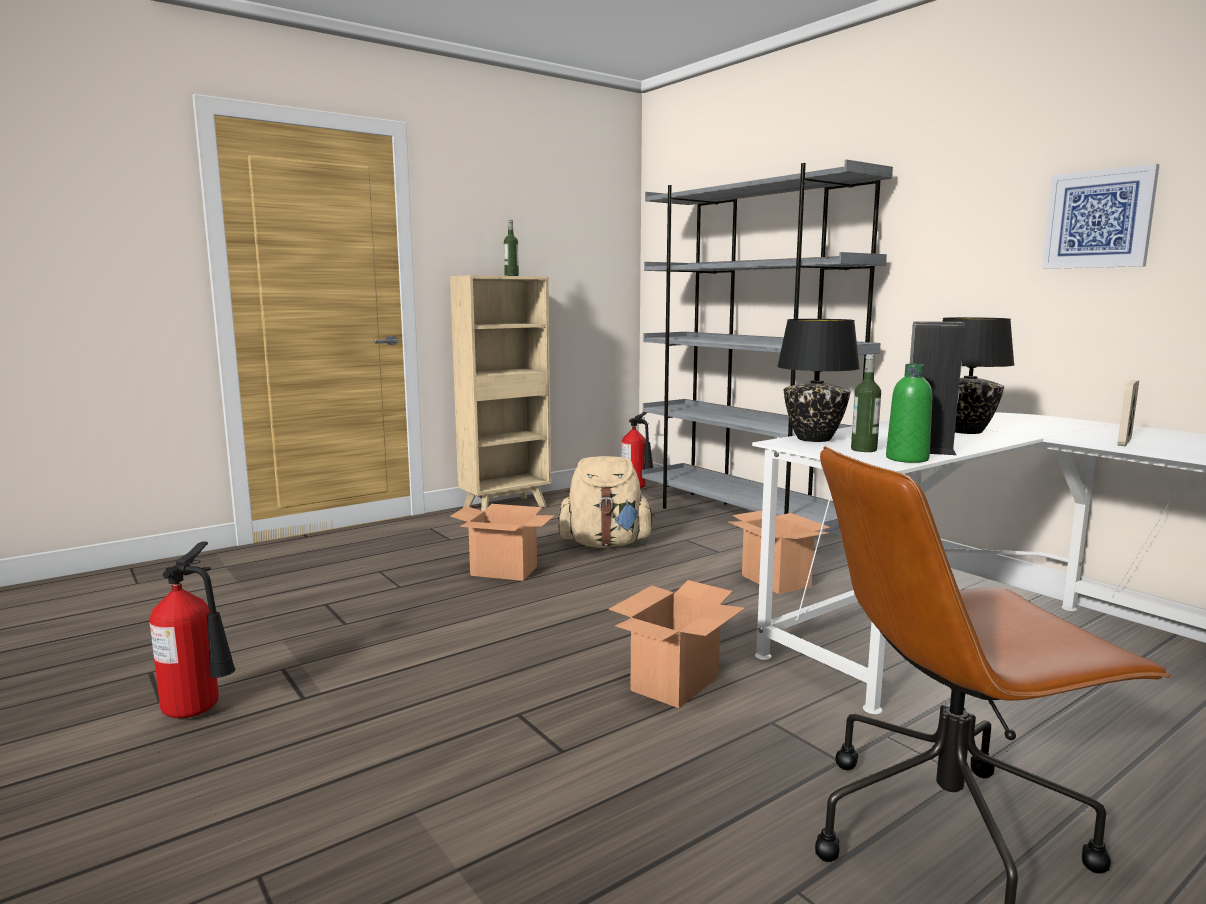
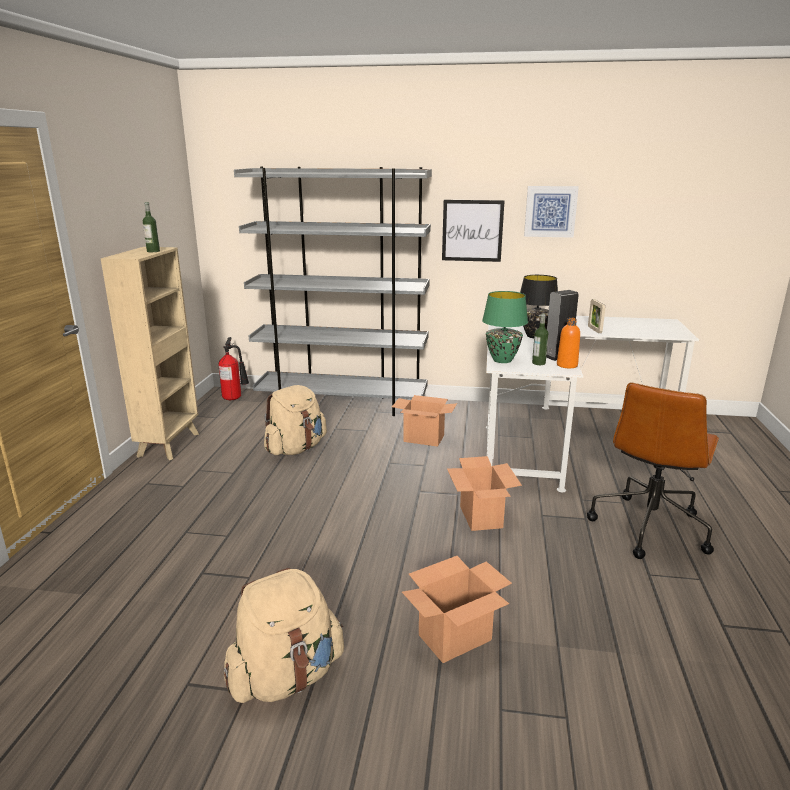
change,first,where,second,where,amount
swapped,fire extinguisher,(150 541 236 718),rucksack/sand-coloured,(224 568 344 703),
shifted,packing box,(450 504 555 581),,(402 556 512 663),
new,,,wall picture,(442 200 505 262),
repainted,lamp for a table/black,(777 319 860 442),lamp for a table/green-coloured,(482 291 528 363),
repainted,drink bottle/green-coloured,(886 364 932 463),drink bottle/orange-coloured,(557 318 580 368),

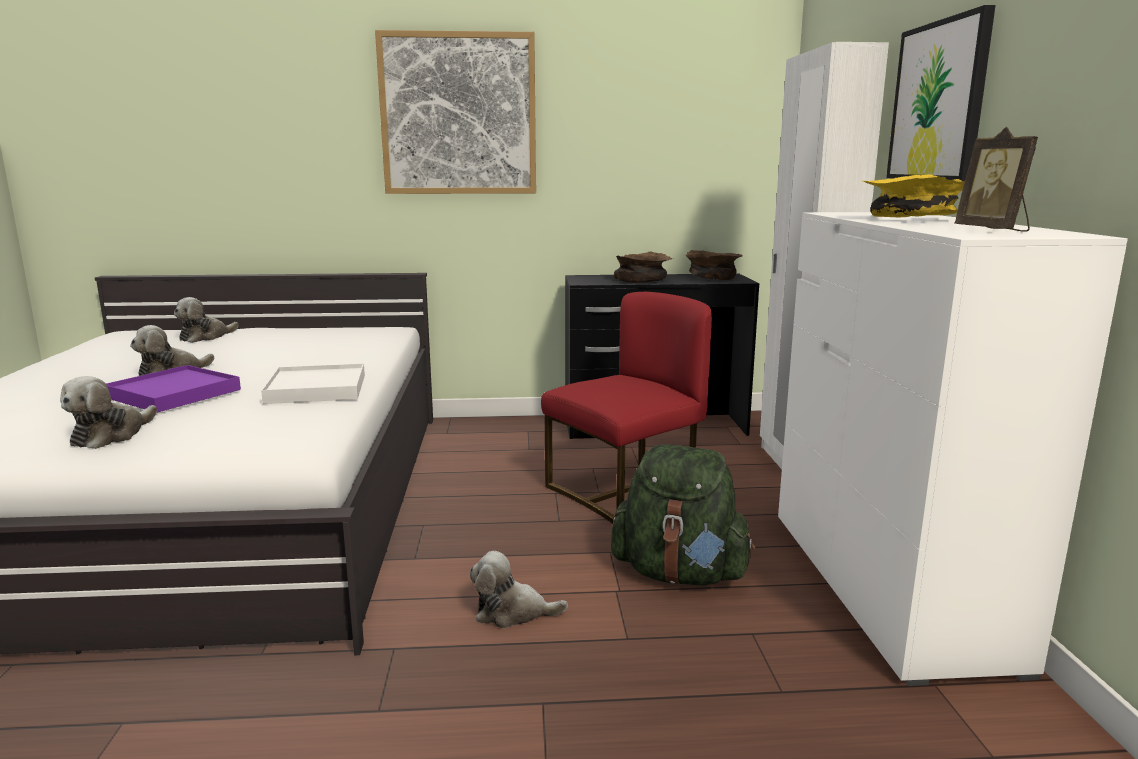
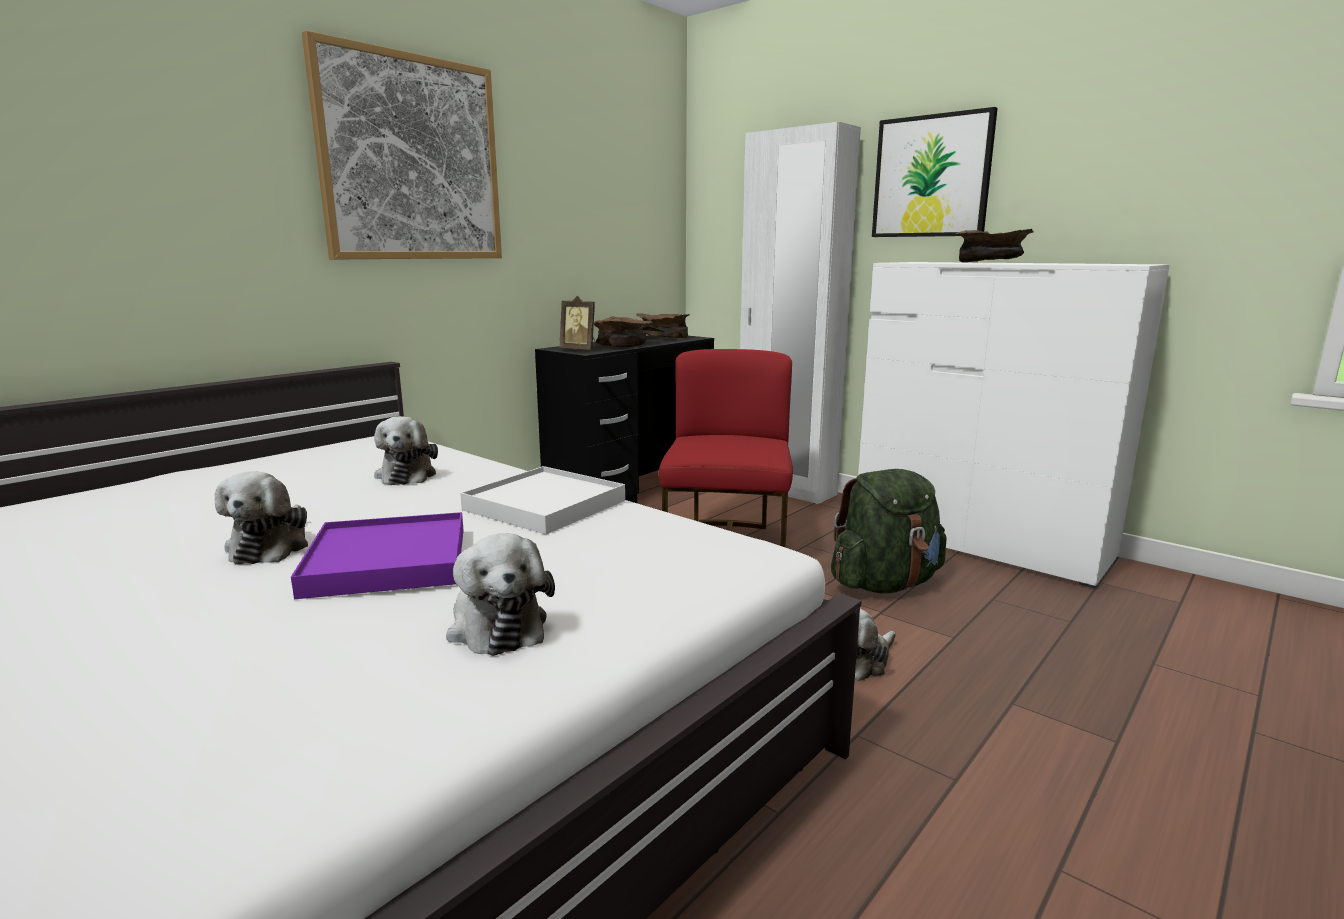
change,first,where,second,where,amount
shifted,soft toy,(174 297 239 343),,(374 416 438 485),
shifted,picture frame,(955 127 1038 232),,(559 296 597 350),
repainted,serving bowl/yellowish,(863 174 965 217),serving bowl/brown-coloured,(955 229 1034 263),

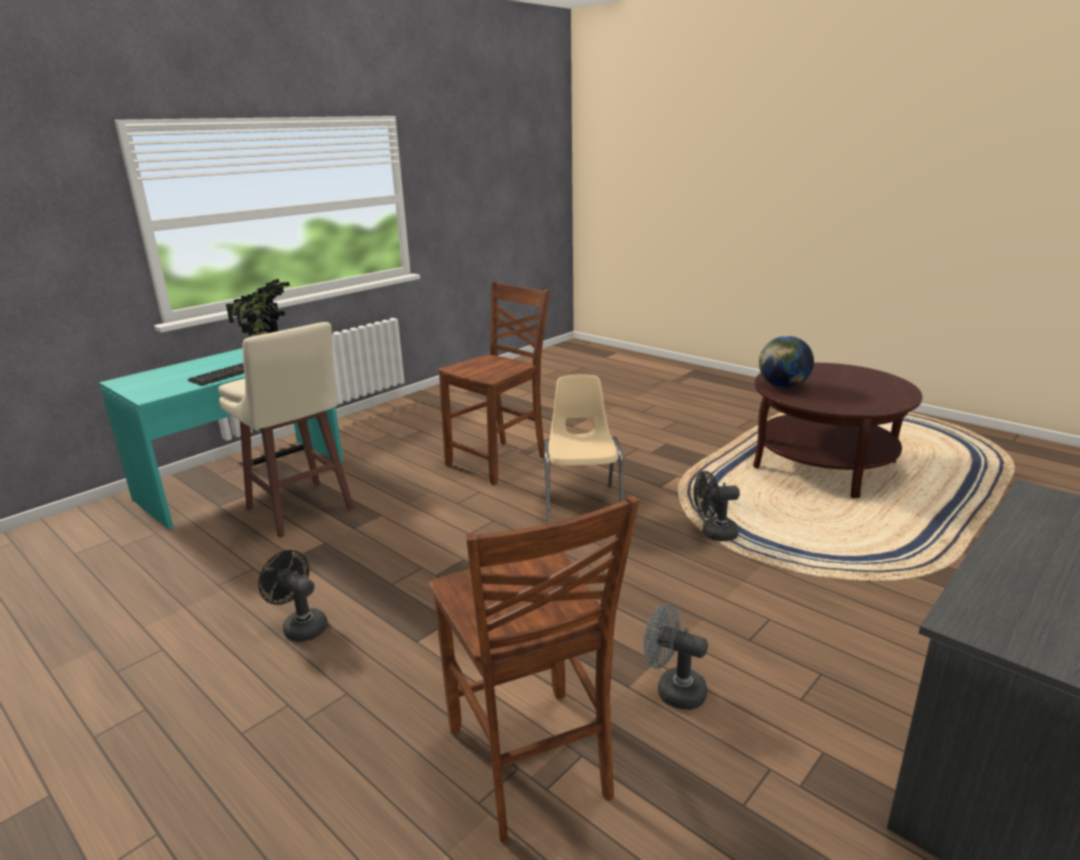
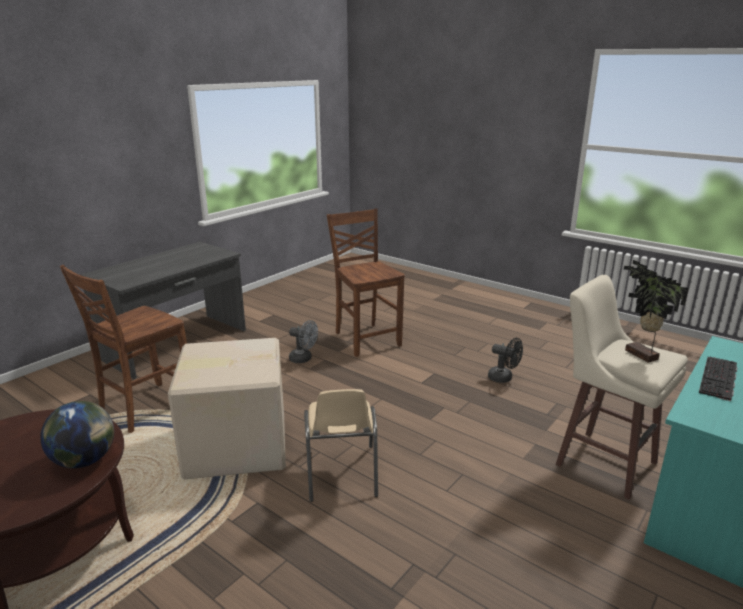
change,first,where,second,where,amount
shifted,chair/brown-coloured,(438 282 550 485),,(60 265 187 433),
swapped,electric fan/black,(693 471 740 541),packing box,(168 338 286 479),

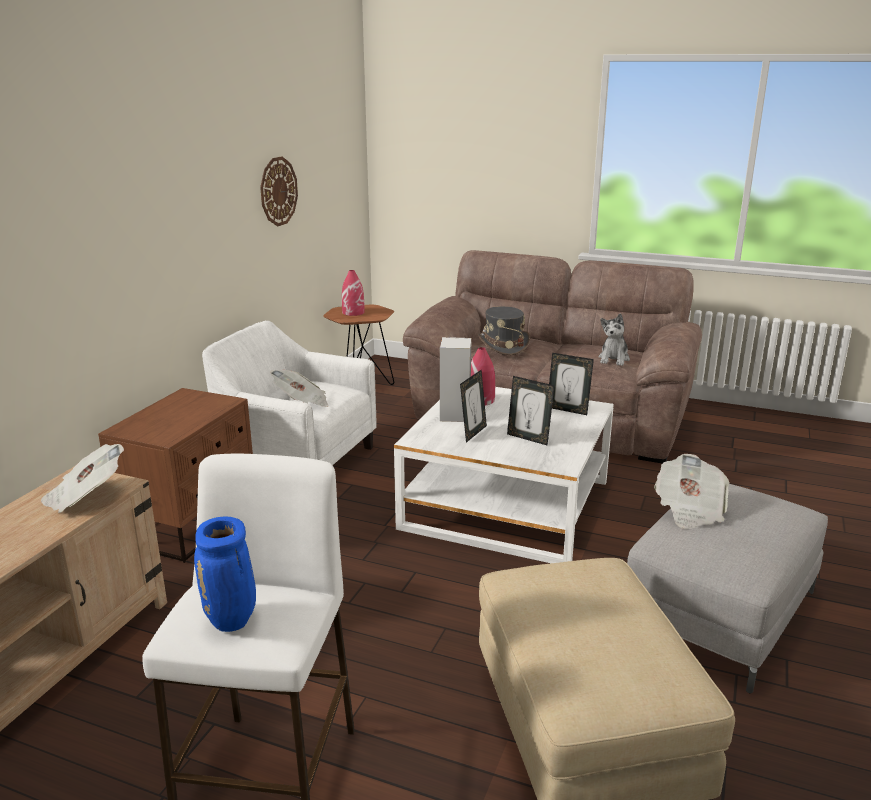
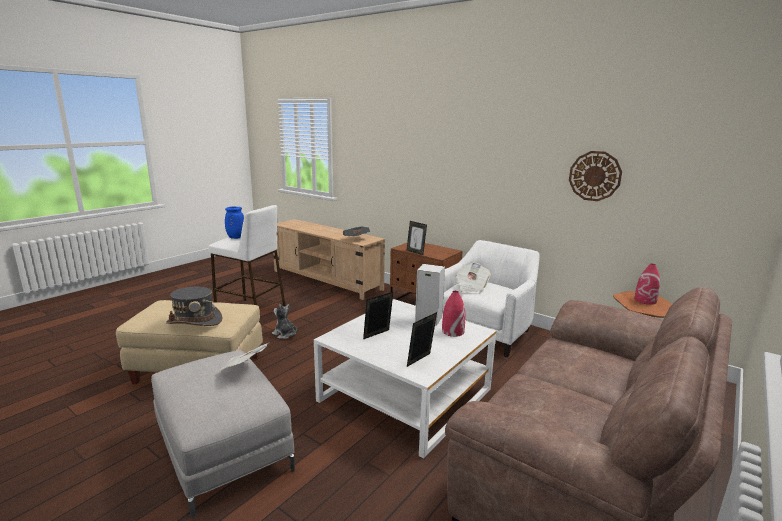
change,first,where,second,where,amount
shifted,clothing hat/grey,(478 306 530 355),,(166 287 222 326),
shifted,soft toy,(598 314 630 366),,(272 304 297 339),
shifted,picture frame,(460 370 487 443),,(407 221 427 255),

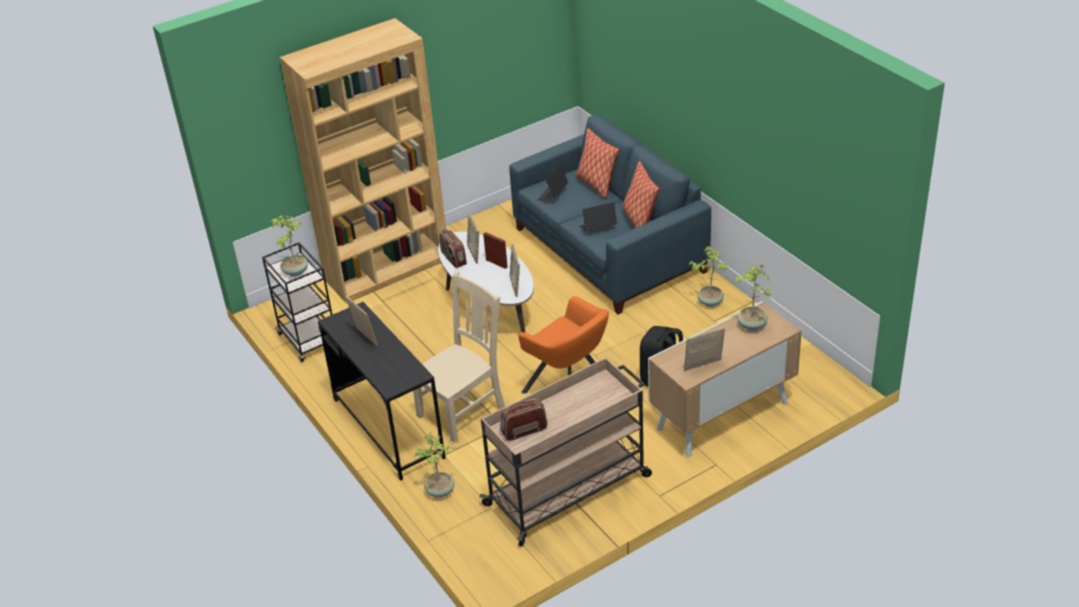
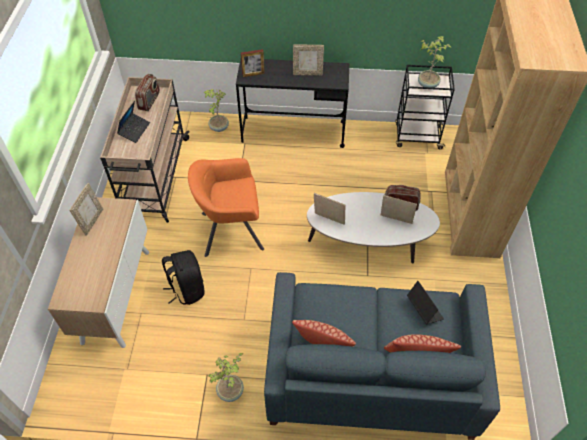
change,first,where,second,where,amount
shifted,laptop,(579 202 617 231),,(117 101 150 143),
shifted,picture frame,(483 232 508 269),,(241 49 265 77),
gone,chair/sand-coloured,(413 271 505 442),,,
gone,plant in a pot,(734 263 771 331),,,

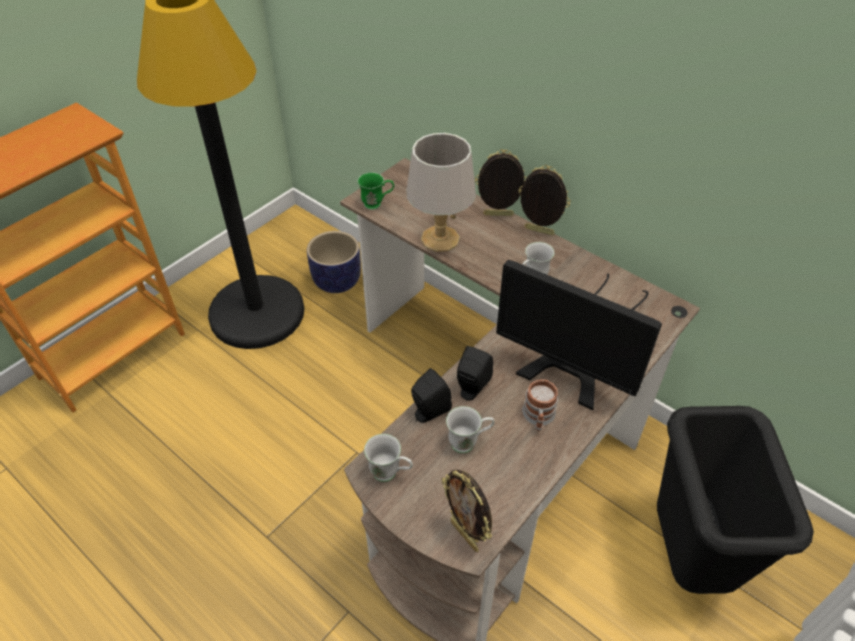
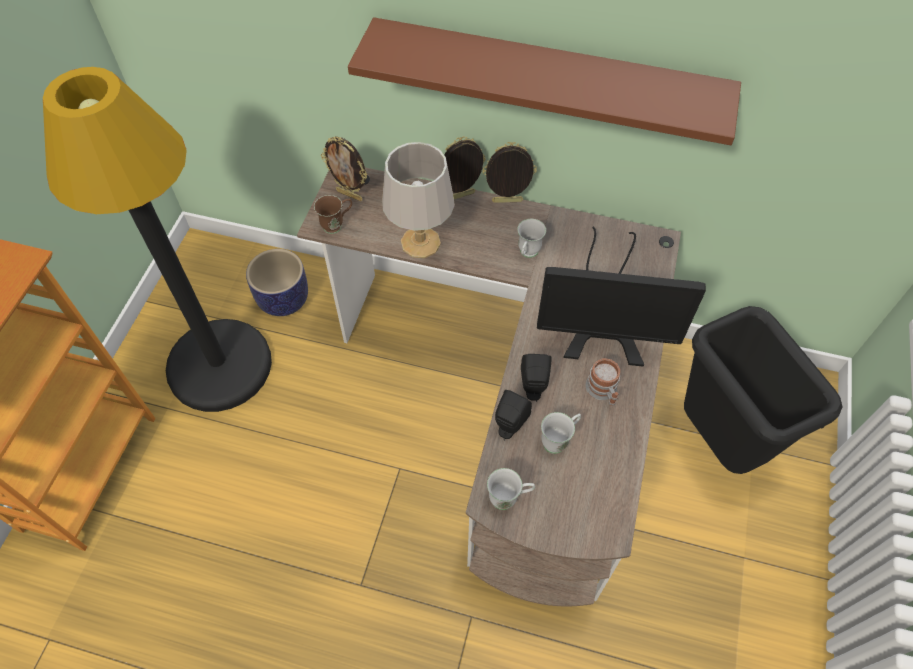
change,first,where,second,where,amount
repainted,coffee mug/green-coloured,(358 172 394 210),coffee mug/brown-coloured,(314 195 352 234),
shifted,picture frame,(442 469 492 552),,(321 136 367 201),
new,,,shelf/brown-coloured,(348 17 741 145),

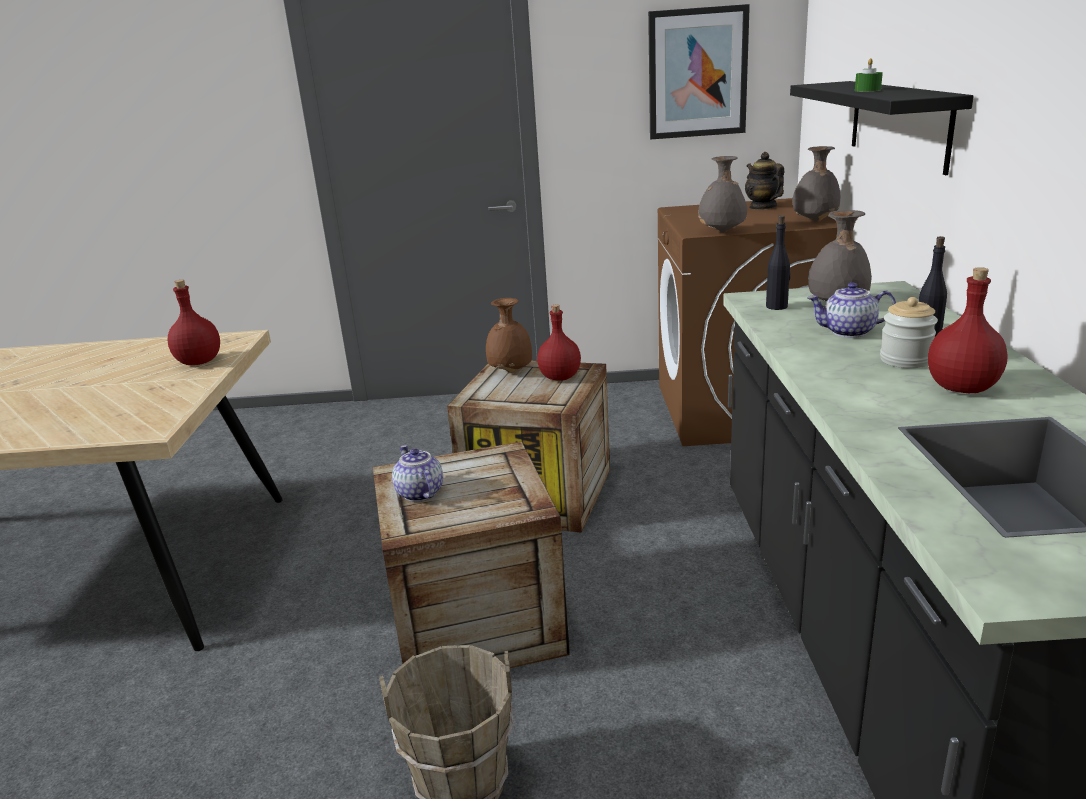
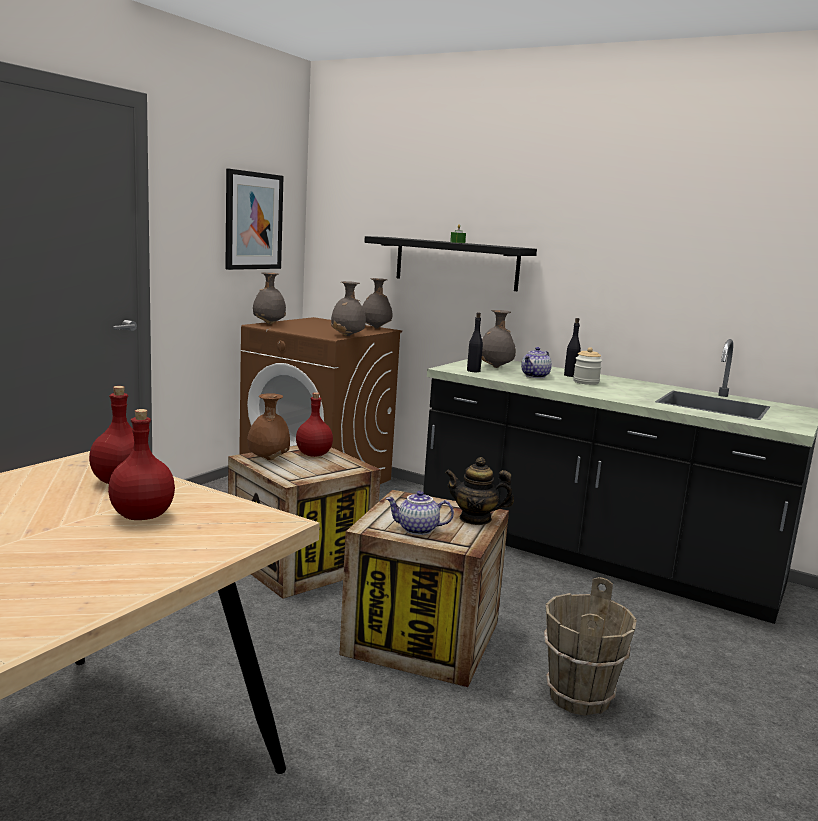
change,first,where,second,where,amount
shifted,drink bottle/reddish,(928 267 1008 393),,(108 409 175 520),
new,,,decorative vase/grey,(253 272 286 324),
shifted,teapot,(745 152 784 210),,(445 457 514 525),

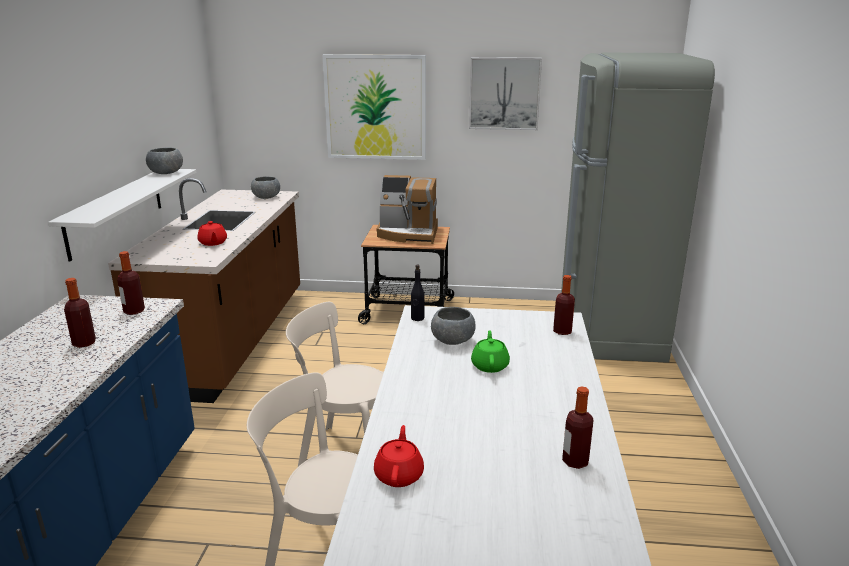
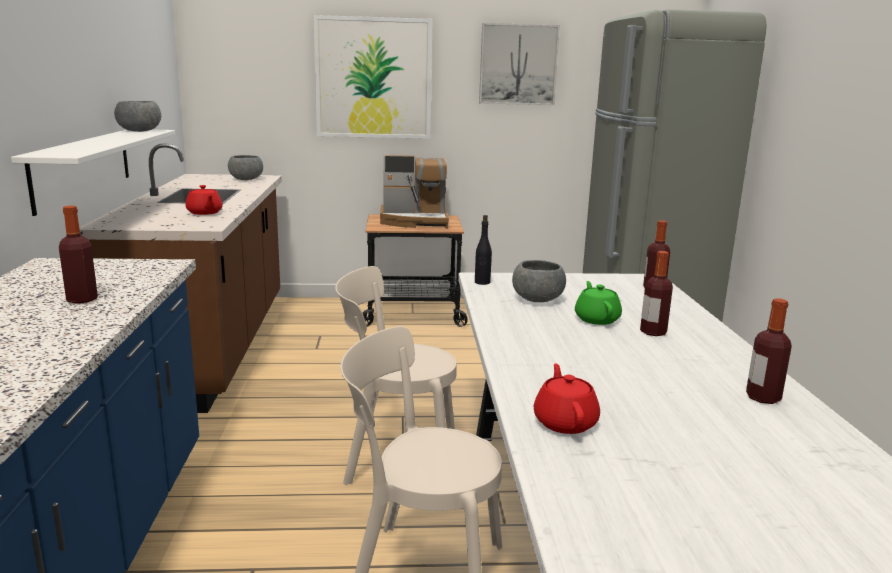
change,first,where,second,where,amount
shifted,drink bottle,(117 251 145 315),,(640 251 673 336),

